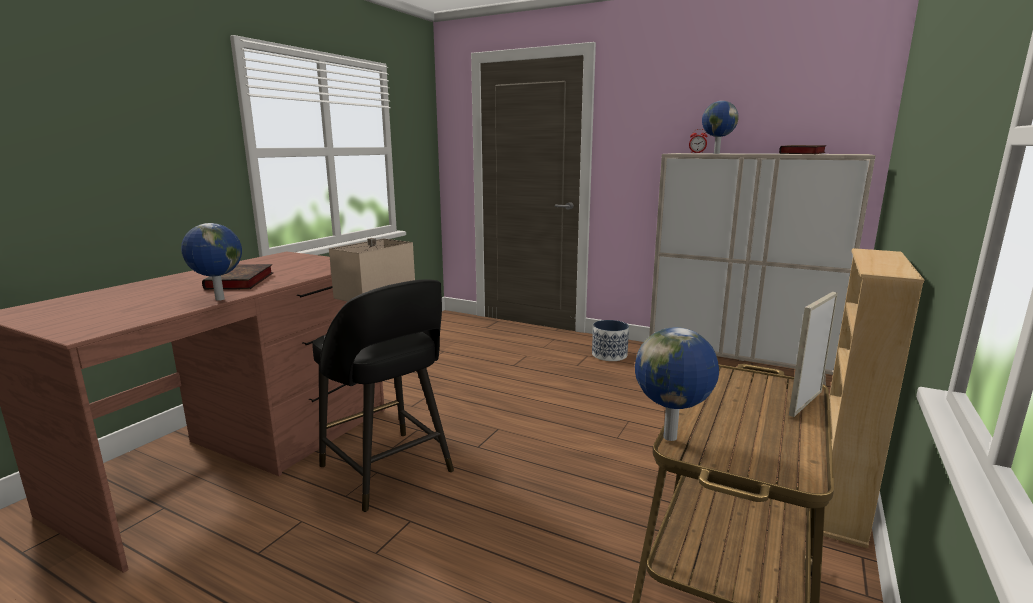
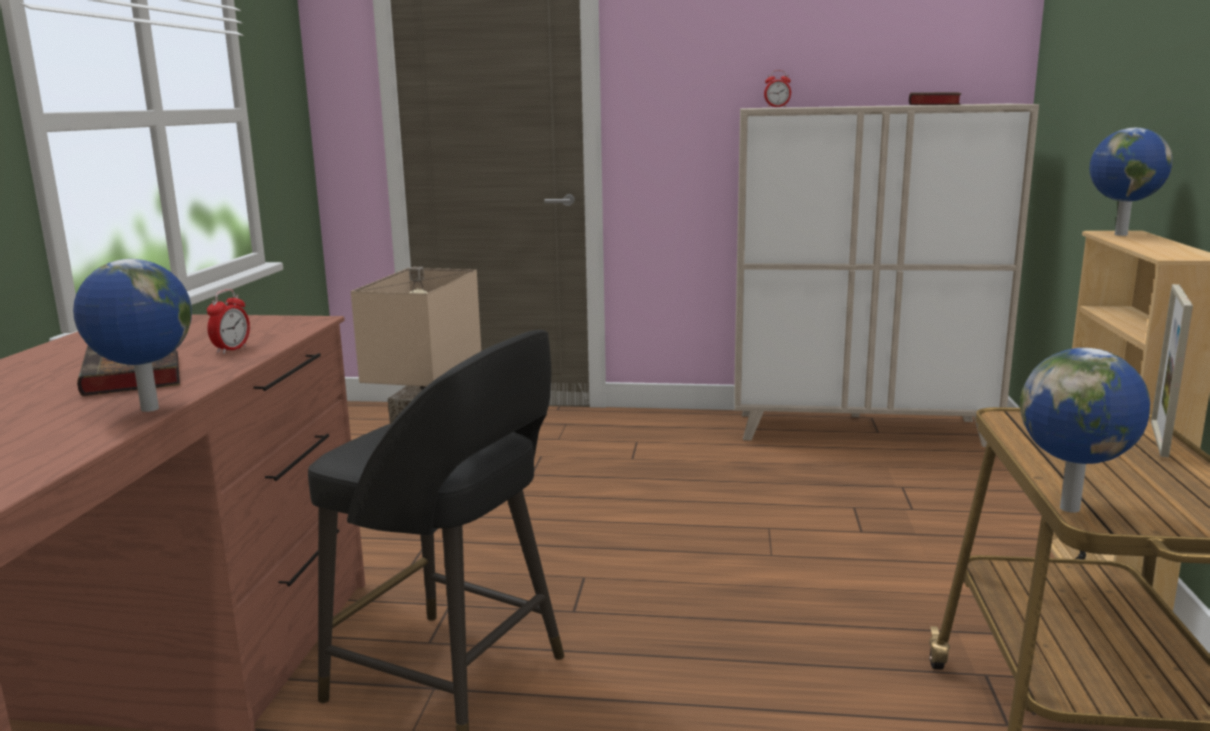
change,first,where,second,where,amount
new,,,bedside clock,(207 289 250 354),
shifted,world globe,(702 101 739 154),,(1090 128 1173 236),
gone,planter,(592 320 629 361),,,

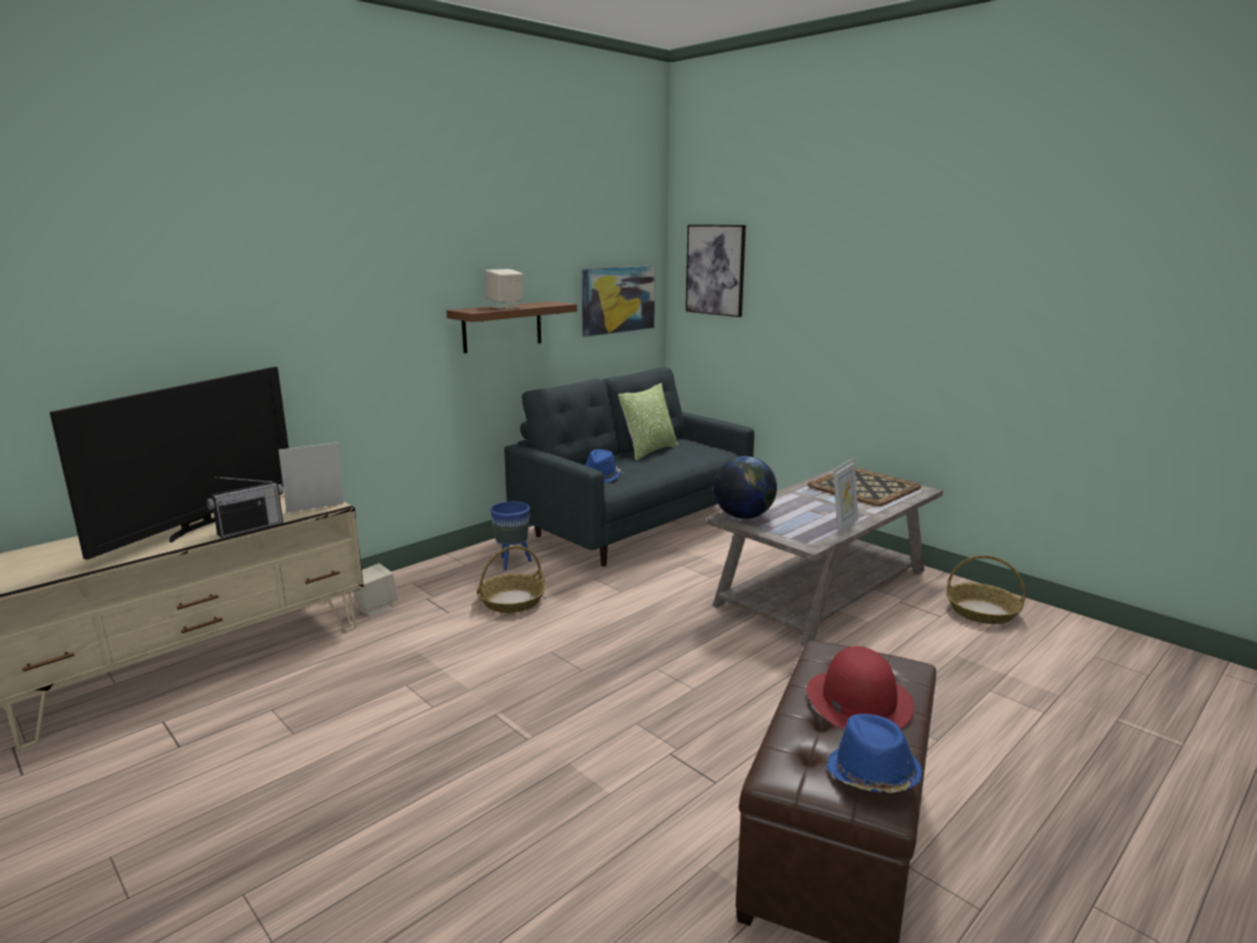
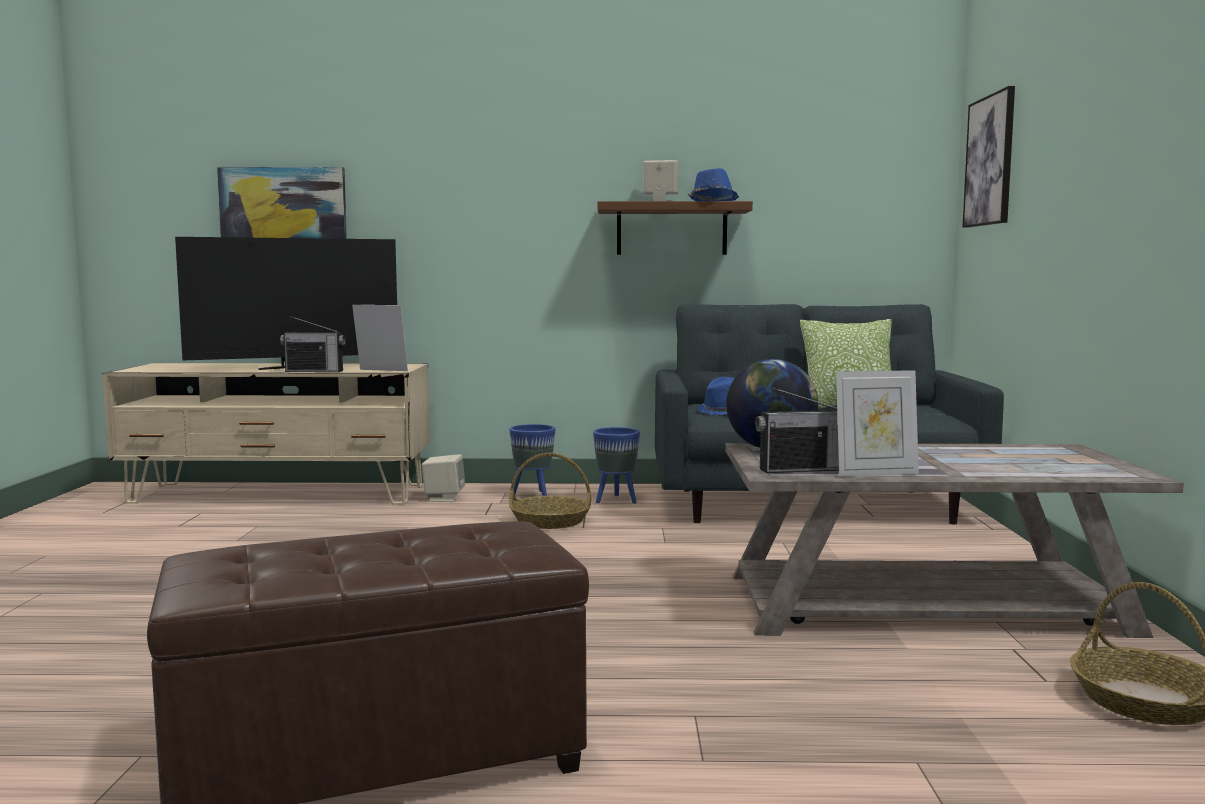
change,first,where,second,where,amount
shifted,wall picture,(582 265 655 337),,(217 167 347 239),
new,,,planter/bluish,(509 424 556 496),
shifted,clothing hat/bluish,(827 714 923 793),,(688 168 739 201),
new,,,radio receiver,(756 387 839 473),
gone,clothing hat/reddish,(807 646 914 730),,,
gone,carrying tray,(808 468 921 506),,,

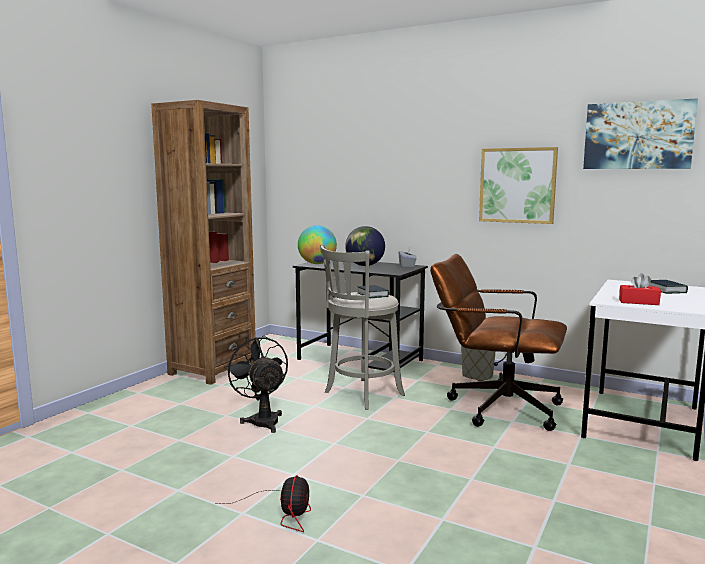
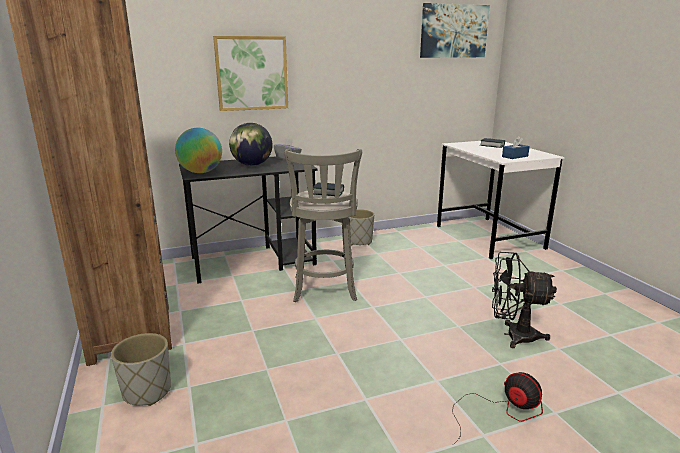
change,first,where,second,where,amount
new,,,planter/grey,(111 333 171 406),
shifted,wall picture,(479 147 558 224),,(213 36 288 111),
shifted,electric fan/black,(225 336 288 433),,(492 252 557 348),
repainted,tissue box/reddish,(619 273 661 305),tissue box/bluish,(502 136 530 159),
gone,computer chair/brown-coloured,(430 254 567 431),,,

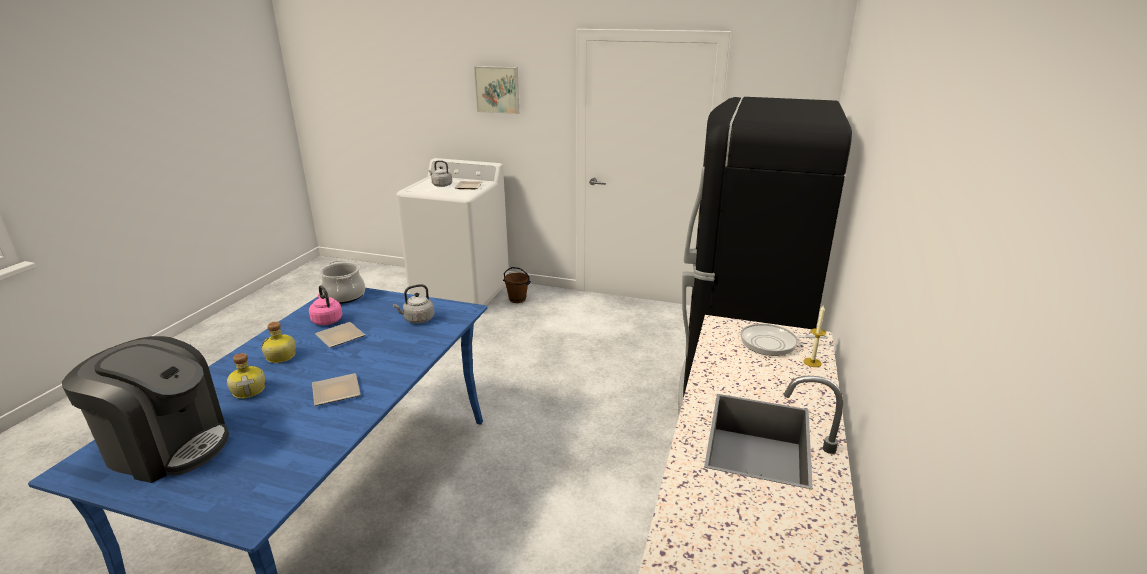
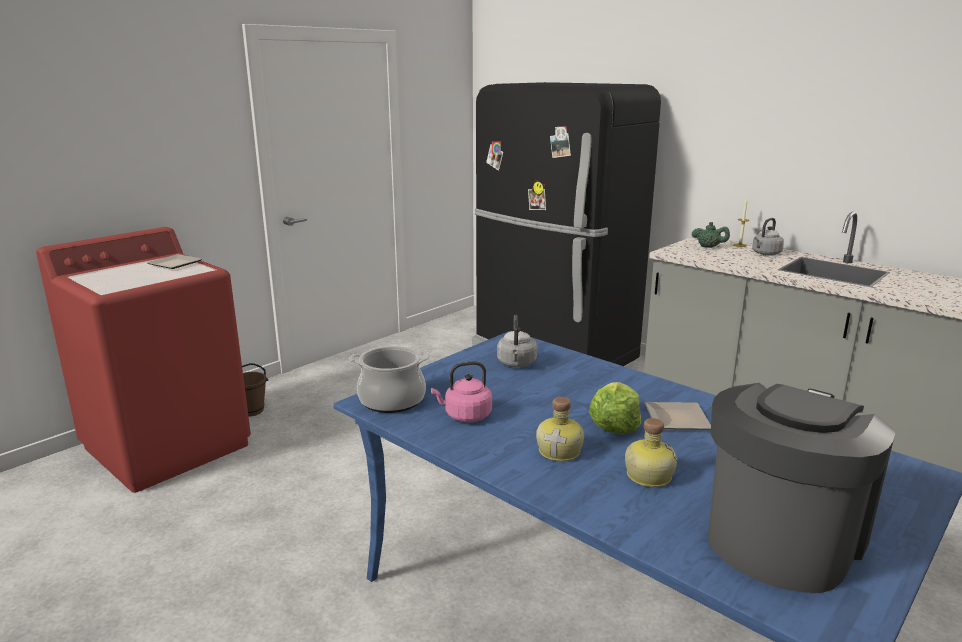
change,first,where,second,where,amount
repainted,laundry appliance/white-coloured,(396 158 509 305),laundry appliance/reddish,(36 227 251 493),
new,,,lettuce head,(589 382 641 433),
swapped,pan,(740 324 828 356),teapot/green-coloured,(692 222 730 248),
shifted,water kettle/grey,(429 160 452 187),,(752 218 784 255),
gone,flat dish,(315 322 365 348),,,
gone,wall picture,(474 66 519 114),,,

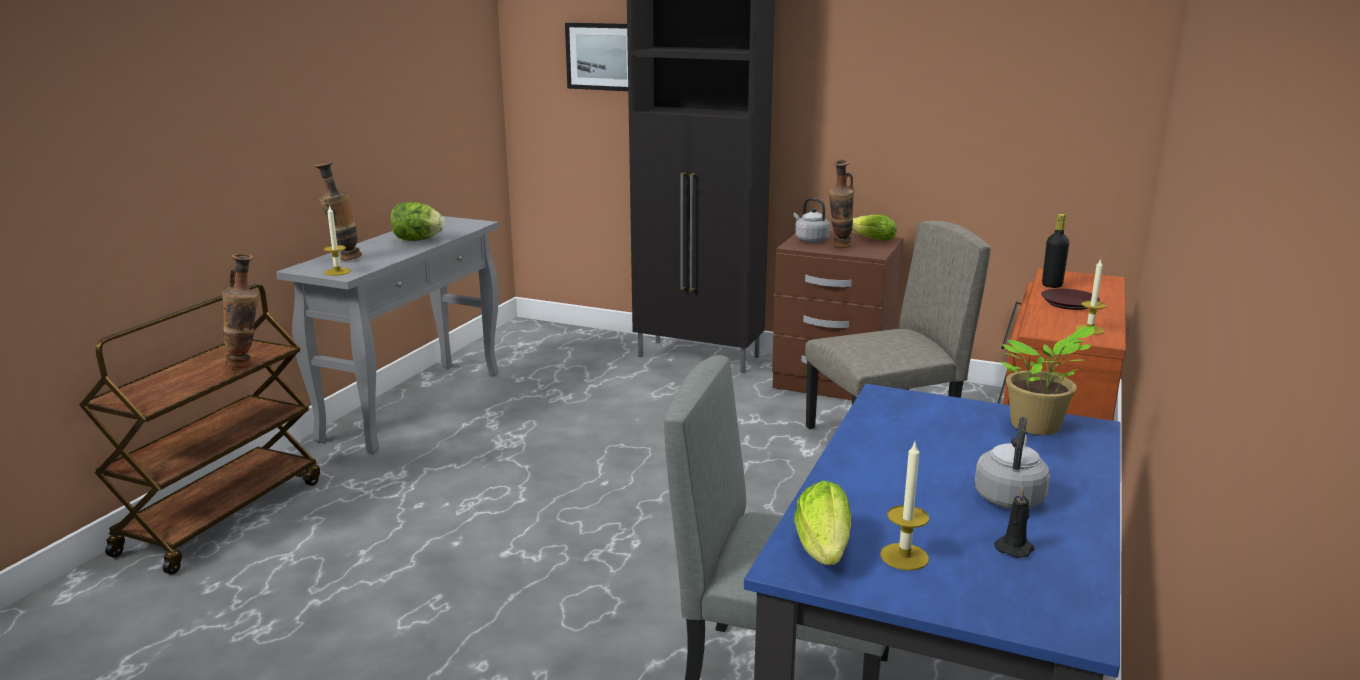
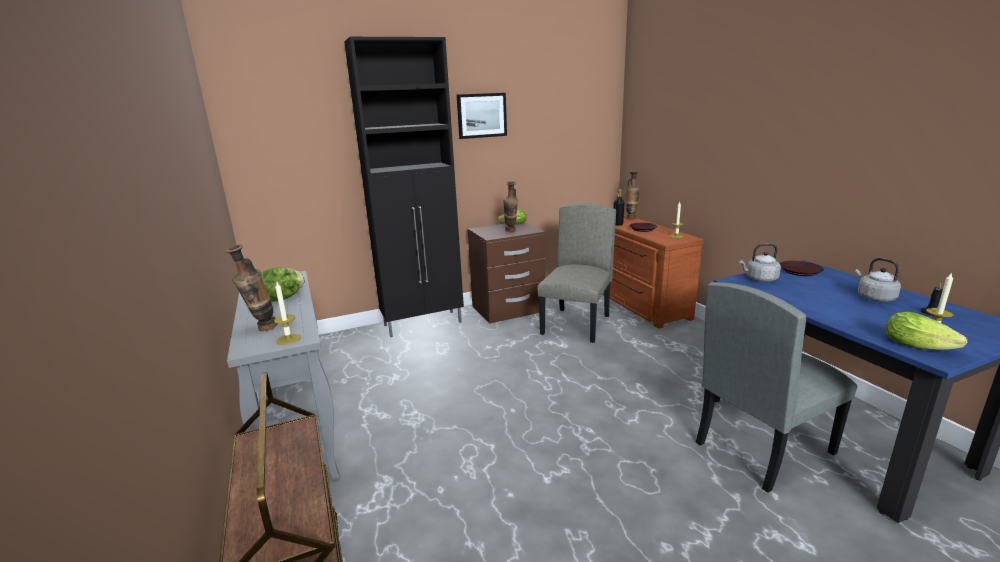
change,first,where,second,where,amount
shifted,wall picture,(565 23 628 91),,(457 93 507 139),
shifted,decorative vase,(222 254 259 368),,(626 172 640 218),
shifted,water kettle/grey,(793 198 830 243),,(739 243 781 282),
swapped,plant in a pot,(1000 326 1095 435),flat dish/brown-coloured,(780 261 824 276),

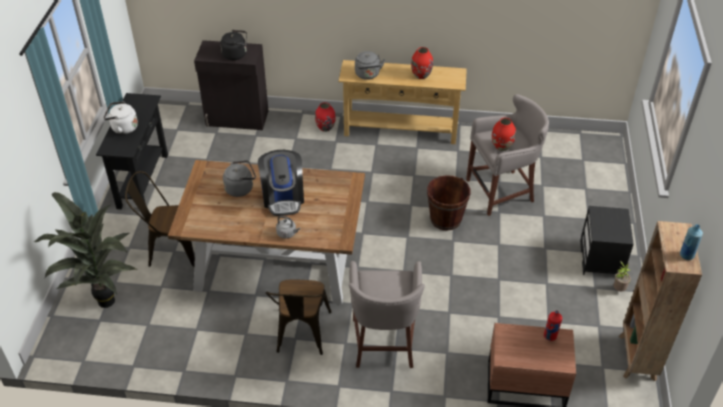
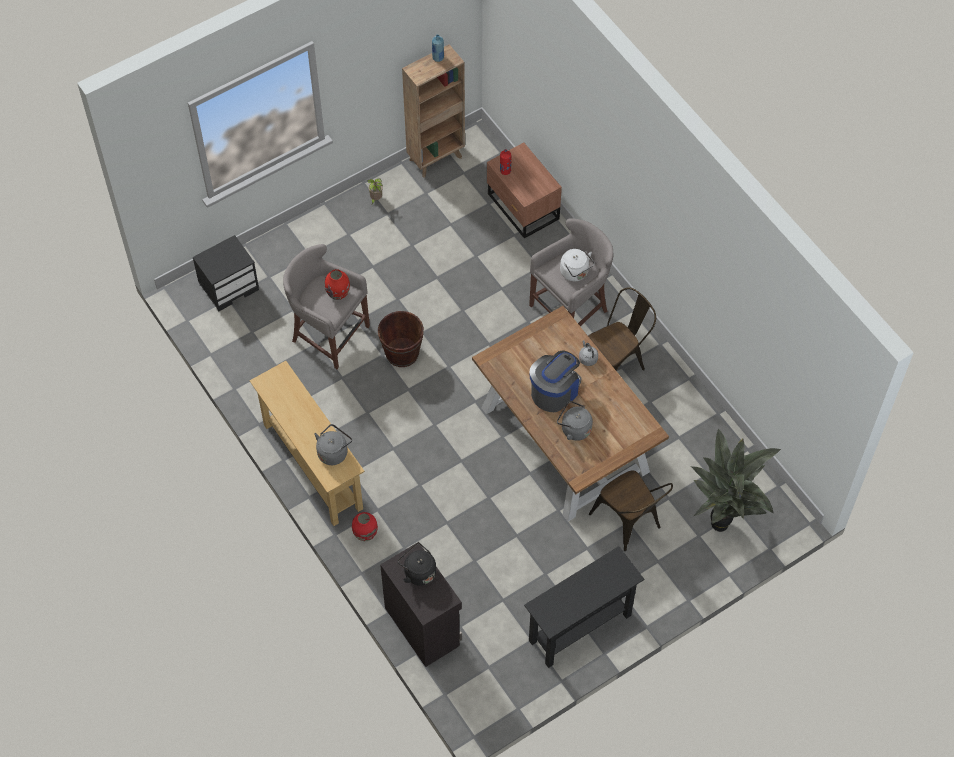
change,first,where,second,where,amount
shifted,bedside table/black,(580 206 634 275),,(193 235 259 312),
shifted,water kettle/white-coloured,(103 101 138 134),,(560 249 595 281),
gone,decorative vase/reddish,(411 47 433 79),,,

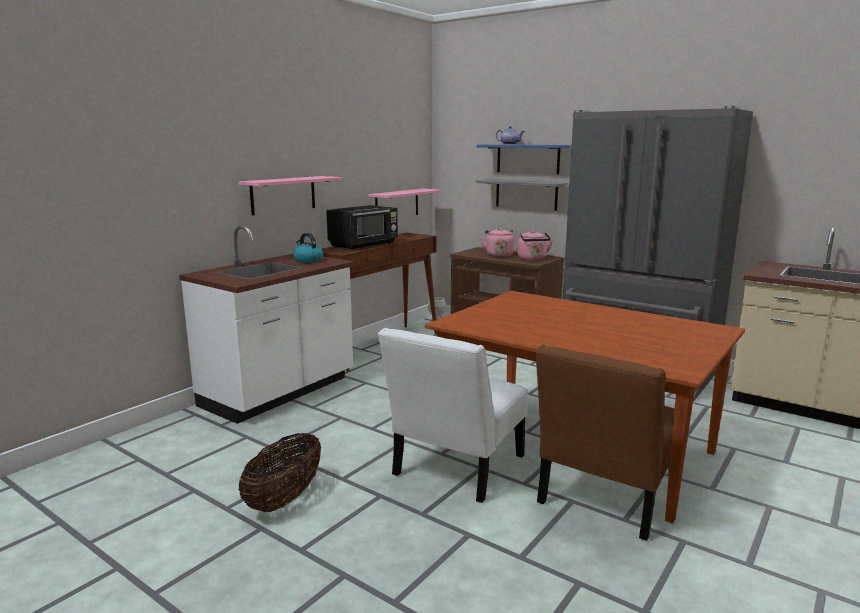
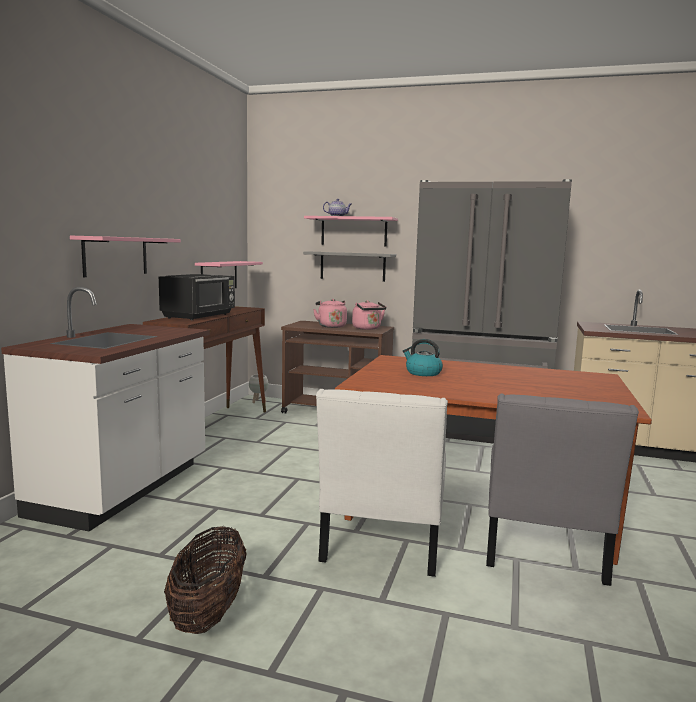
change,first,where,second,where,amount
repainted,shelf/bluish,(477 144 571 174),shelf/pinkish,(304 216 398 246),
shifted,water kettle,(293 233 323 263),,(403 339 443 376),
repainted,chair/brown-coloured,(535 345 674 541),chair/grey,(486 394 639 586),

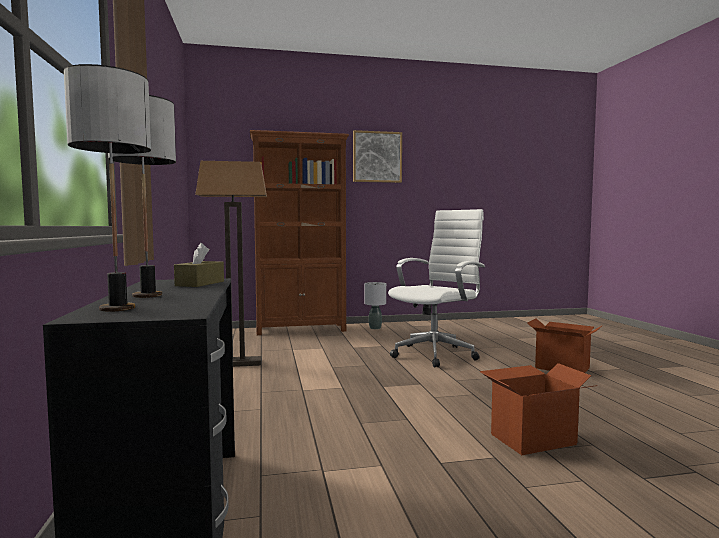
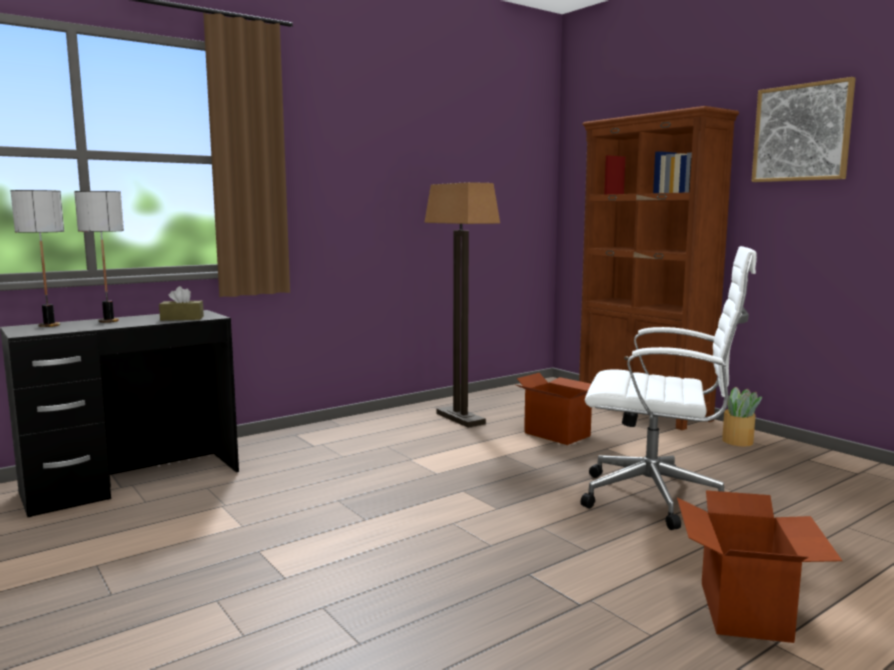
change,first,where,second,where,amount
shifted,packing box,(480 363 598 455),,(514 373 592 445),
swapped,lamp for a table/grey,(365 282 386 329),plant in a pot,(722 387 762 446),

